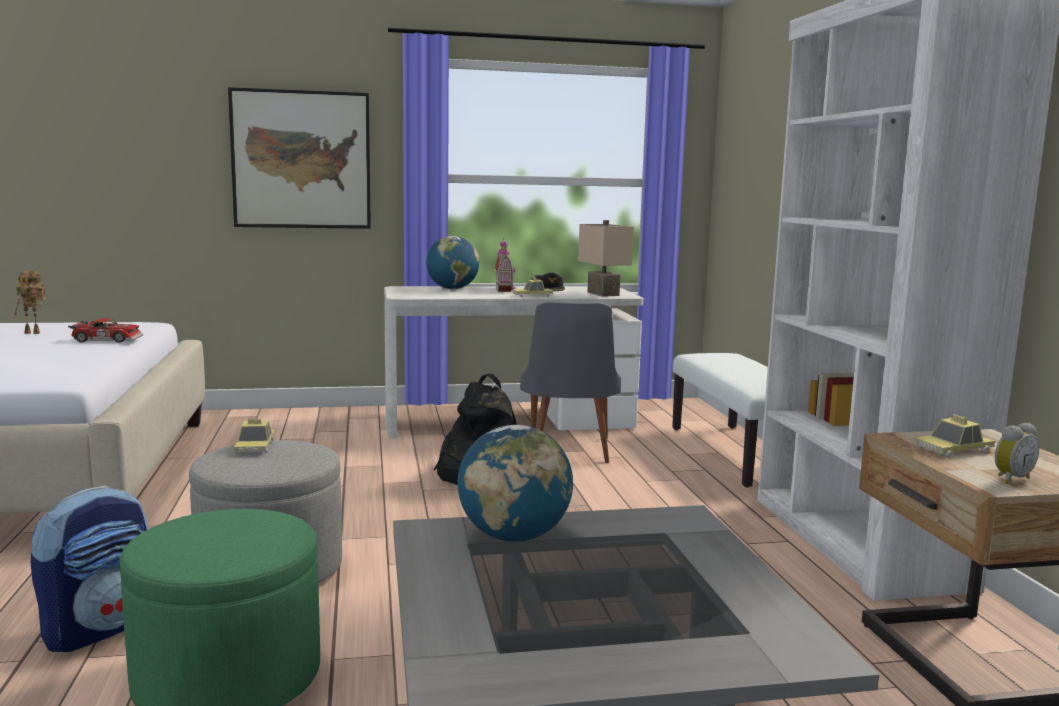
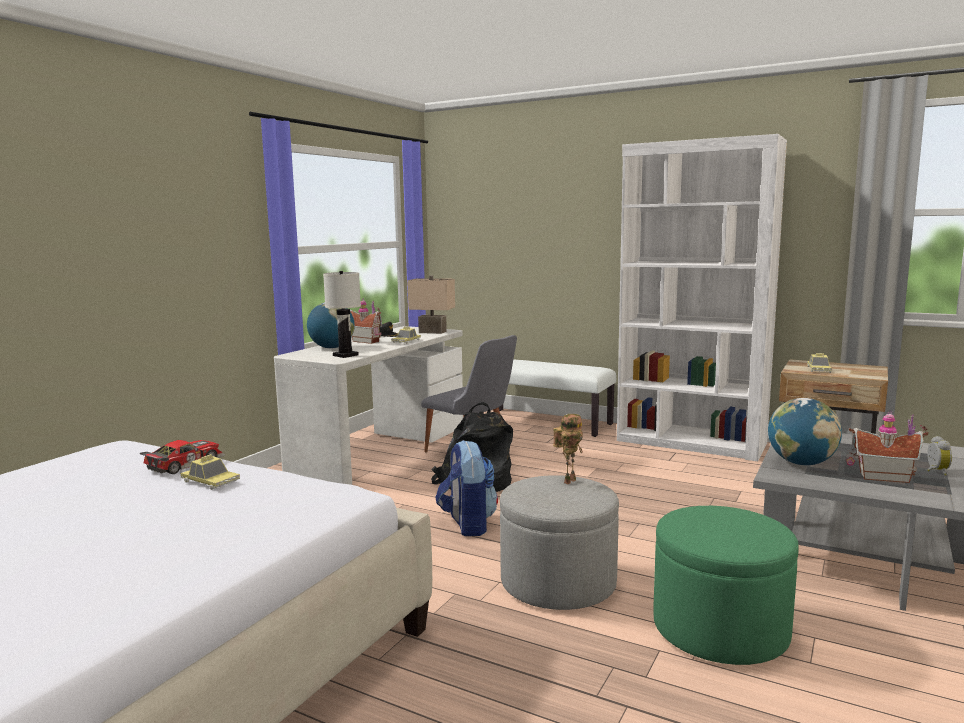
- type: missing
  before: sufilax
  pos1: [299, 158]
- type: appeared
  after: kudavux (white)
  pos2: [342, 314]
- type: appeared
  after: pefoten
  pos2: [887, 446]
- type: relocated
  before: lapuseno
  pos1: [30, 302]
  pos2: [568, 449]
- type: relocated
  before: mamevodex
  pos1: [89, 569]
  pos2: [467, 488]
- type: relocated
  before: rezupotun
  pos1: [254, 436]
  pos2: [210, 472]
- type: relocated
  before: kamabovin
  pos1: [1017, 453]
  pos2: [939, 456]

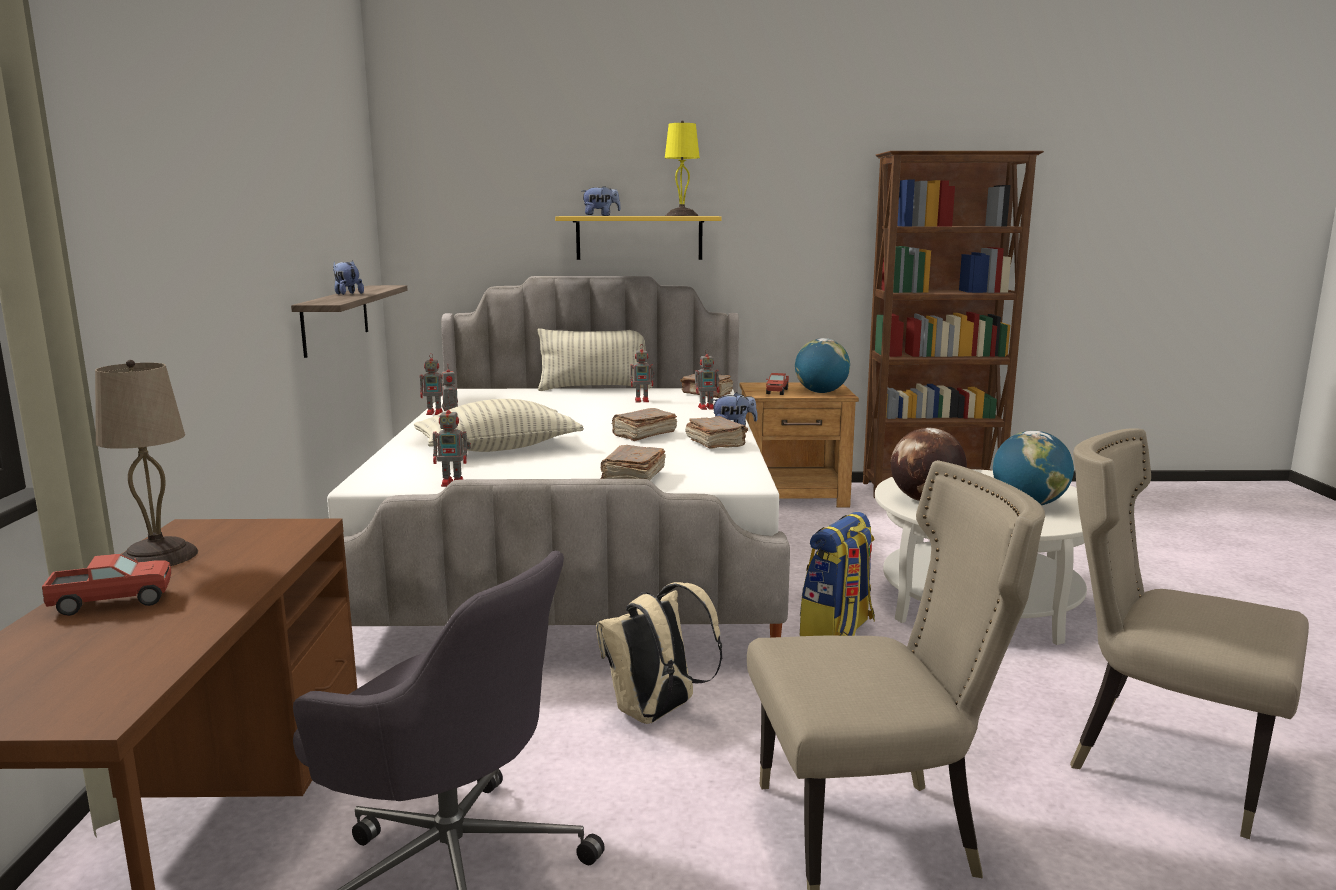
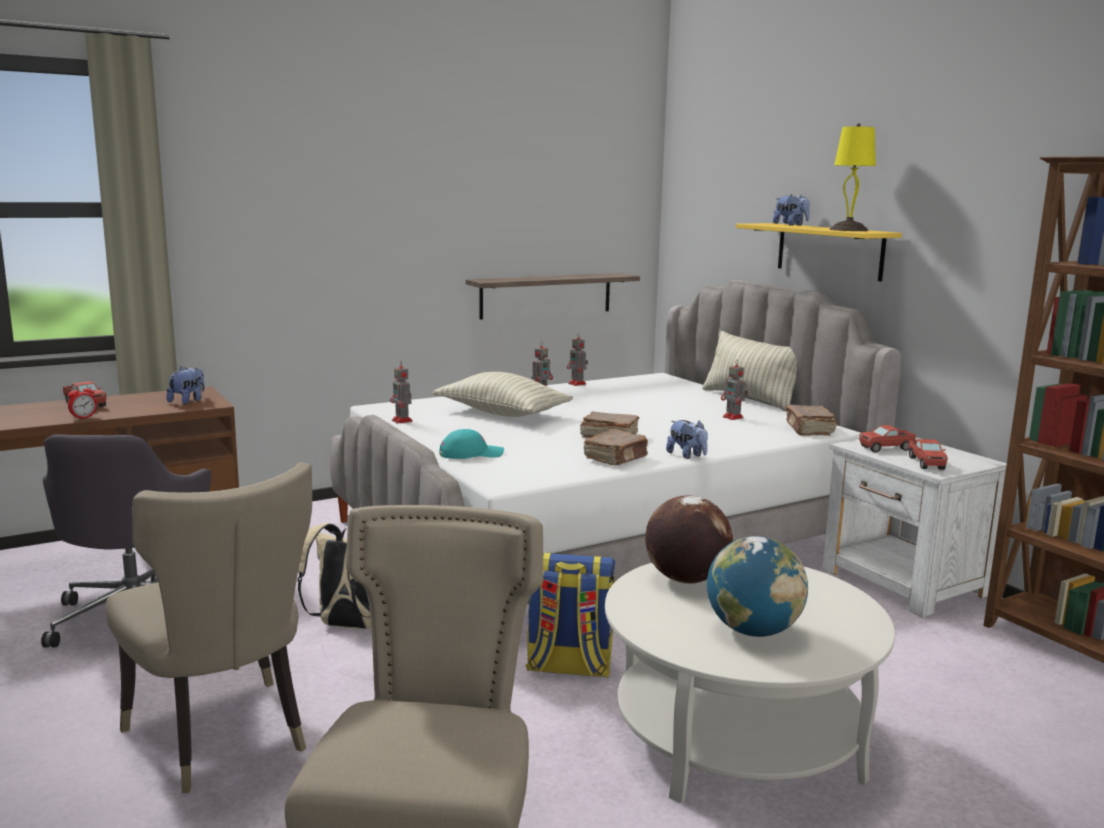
- type: missing
  before: kudavux (beige)
  pos1: [146, 463]
- type: missing
  before: lapuseno
  pos1: [707, 379]
- type: appeared
  after: kamabovin
  pos2: [82, 402]
- type: relocated
  before: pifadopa
  pos1: [348, 277]
  pos2: [185, 385]
- type: exchanged
  before: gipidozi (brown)
  after: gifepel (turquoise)
  pos1: [633, 462]
  pos2: [471, 444]
- type: exchanged
  before: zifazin
  after: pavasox
  pos1: [822, 365]
  pos2: [928, 454]
- type: colour
  before: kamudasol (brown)
  after: kamudasol (white)
  pos1: [799, 445]
  pos2: [914, 527]

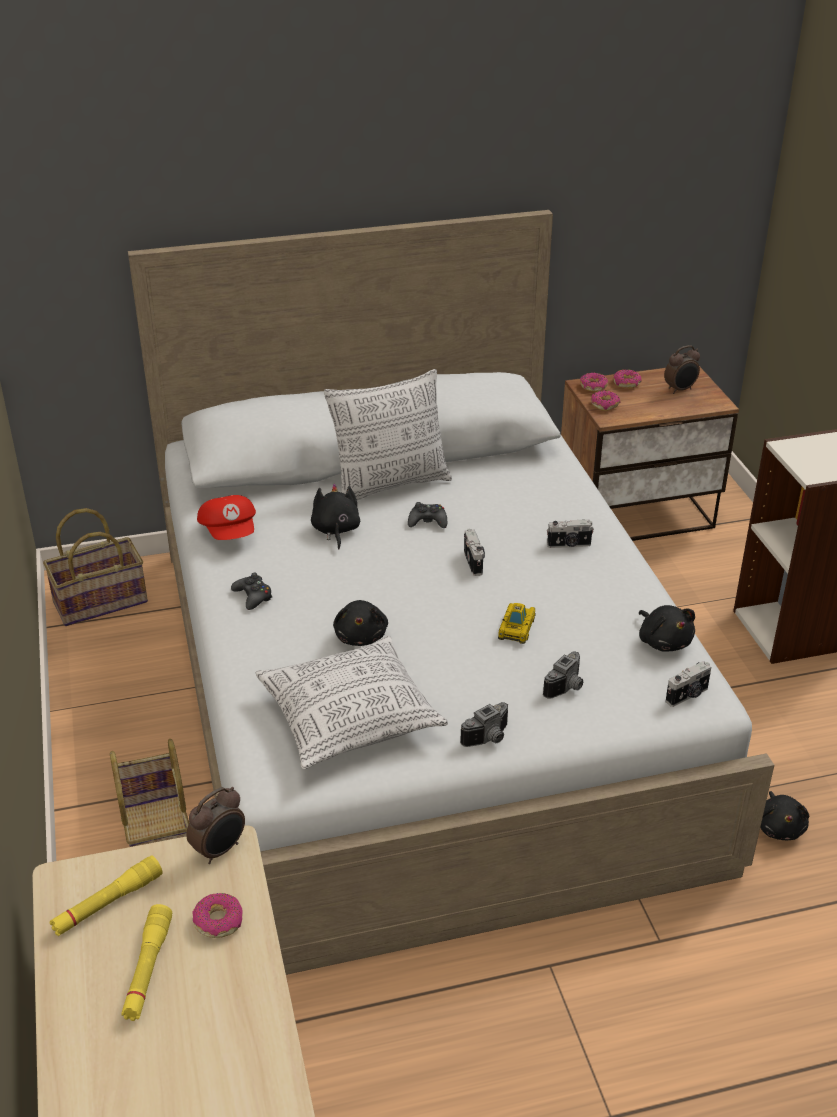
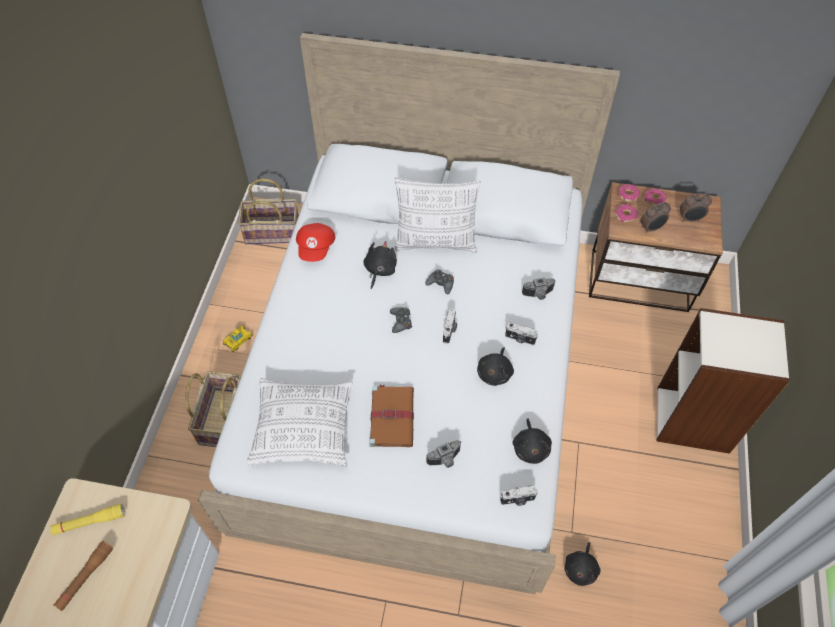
- type: missing
  before: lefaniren
  pos1: [218, 915]
- type: appeared
  after: gipidozi (brown)
  pos2: [391, 416]
- type: relocated
  before: kamabovin
  pos1: [215, 825]
  pos2: [655, 217]
- type: relocated
  before: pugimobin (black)
  pos1: [251, 591]
  pos2: [401, 320]
- type: relocated
  before: pifadopa (black)
  pos1: [360, 623]
  pos2: [495, 366]
- type: relocated
  before: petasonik
  pos1: [484, 724]
  pos2: [539, 288]
- type: relocated
  before: rezupotun
  pos1: [517, 623]
  pos2: [238, 338]
- type: colour
  before: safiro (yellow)
  after: safiro (brown)
  pos1: [146, 962]
  pos2: [83, 576]

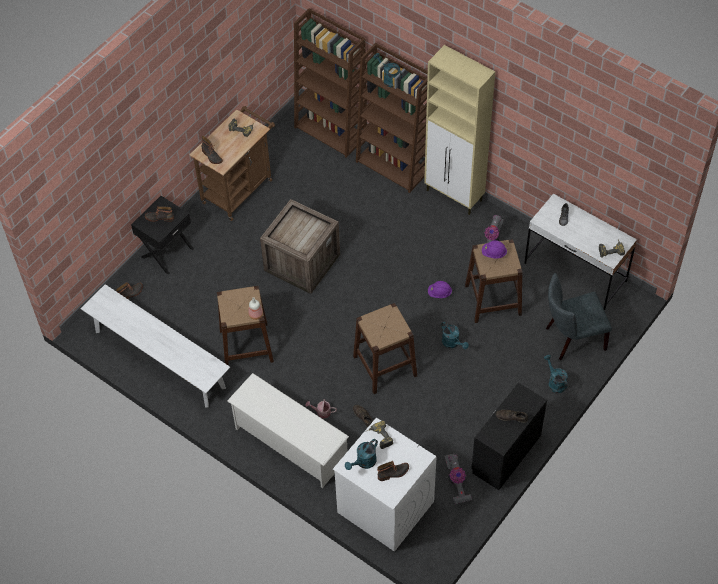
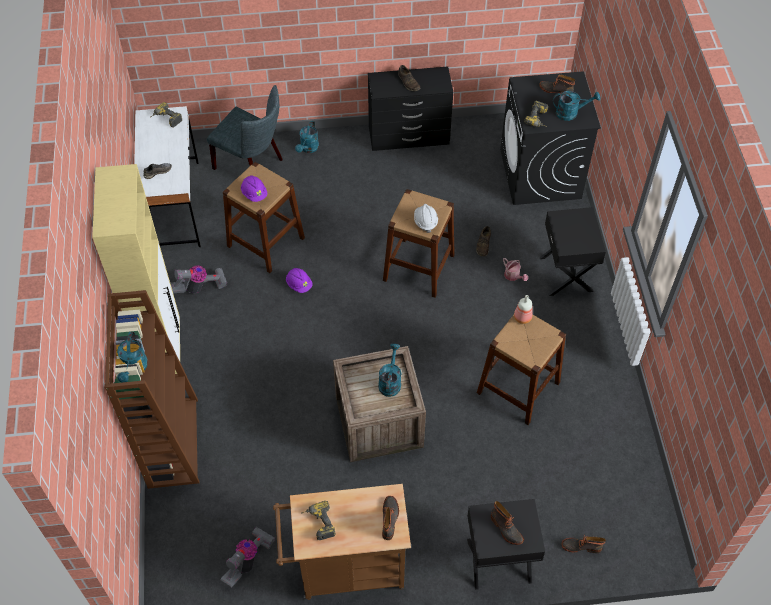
- type: missing
  before: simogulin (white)
  pos1: [155, 345]
- type: missing
  before: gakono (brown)
  pos1: [330, 83]
- type: appeared
  after: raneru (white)
  pos2: [426, 218]
- type: relocated
  before: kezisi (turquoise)
  pos1: [455, 335]
  pos2: [390, 370]
- type: relocated
  before: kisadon
  pos1: [458, 479]
  pos2: [247, 557]
- type: exchanged
  before: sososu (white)
  after: kamudasol (black)
  pos1: [288, 430]
  pos2: [573, 251]
- type: colour
  before: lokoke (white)
  after: lokoke (black)
  pos1: [385, 484]
  pos2: [550, 138]

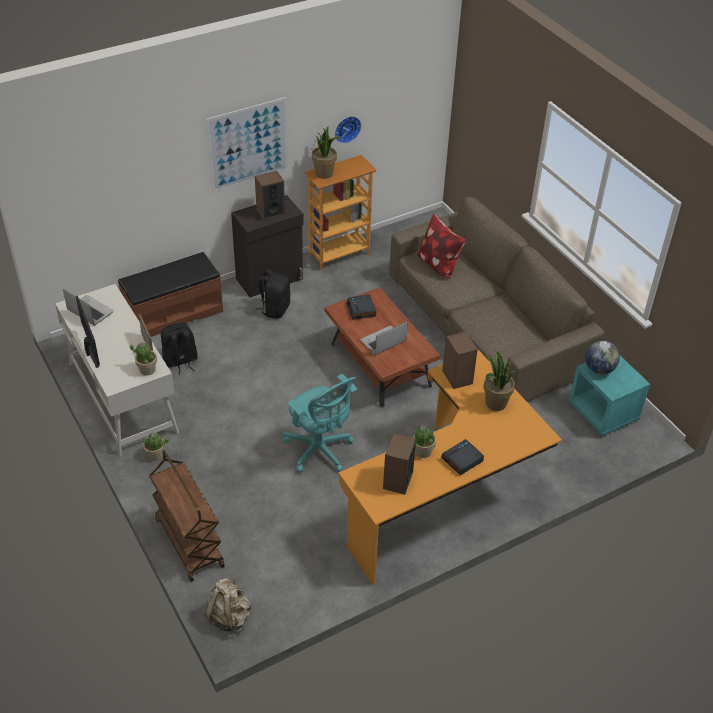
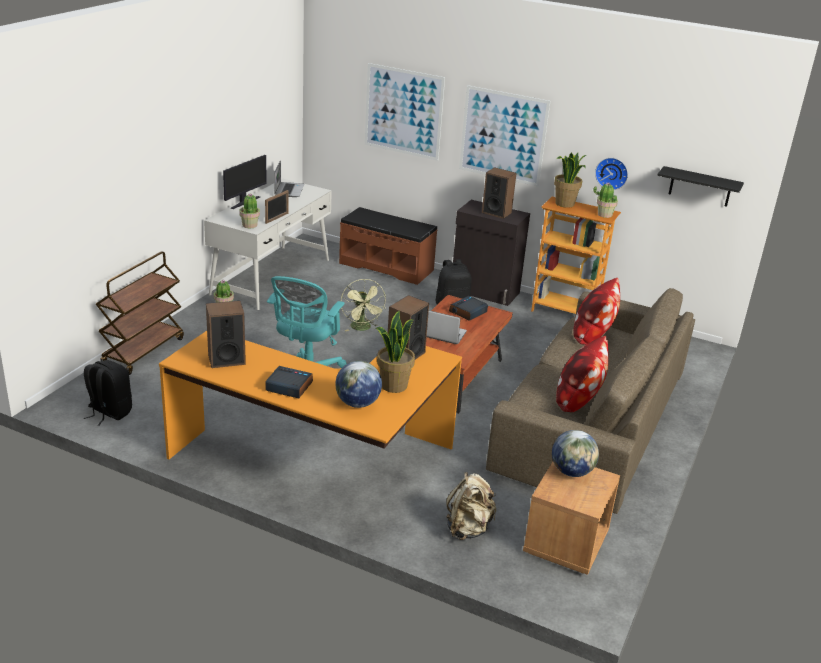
- type: appeared
  after: zifazin
  pos2: [358, 384]
- type: appeared
  after: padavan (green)
  pos2: [363, 305]
- type: appeared
  after: sufilax
  pos2: [405, 112]
- type: appeared
  after: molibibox
  pos2: [582, 374]
- type: appeared
  after: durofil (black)
  pos2: [700, 186]
- type: relocated
  before: mamevodex (black)
  pos1: [179, 348]
  pos2: [108, 393]
- type: relocated
  before: mamevodex (beige)
  pos1: [228, 606]
  pos2: [471, 506]
- type: relocated
  before: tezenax
  pos1: [424, 441]
  pos2: [605, 200]
- type: colour
  before: kamudasol (turquoise)
  after: kamudasol (brown)
  pos1: [609, 396]
  pos2: [571, 518]

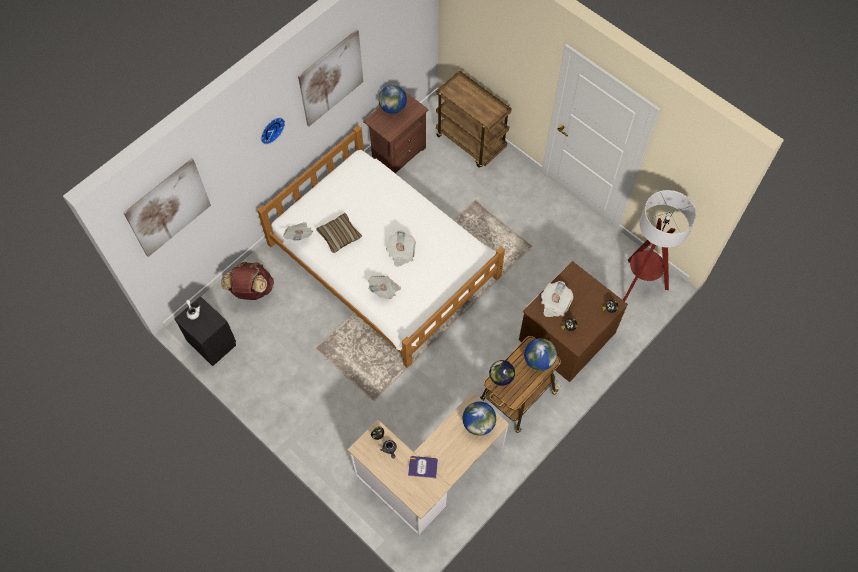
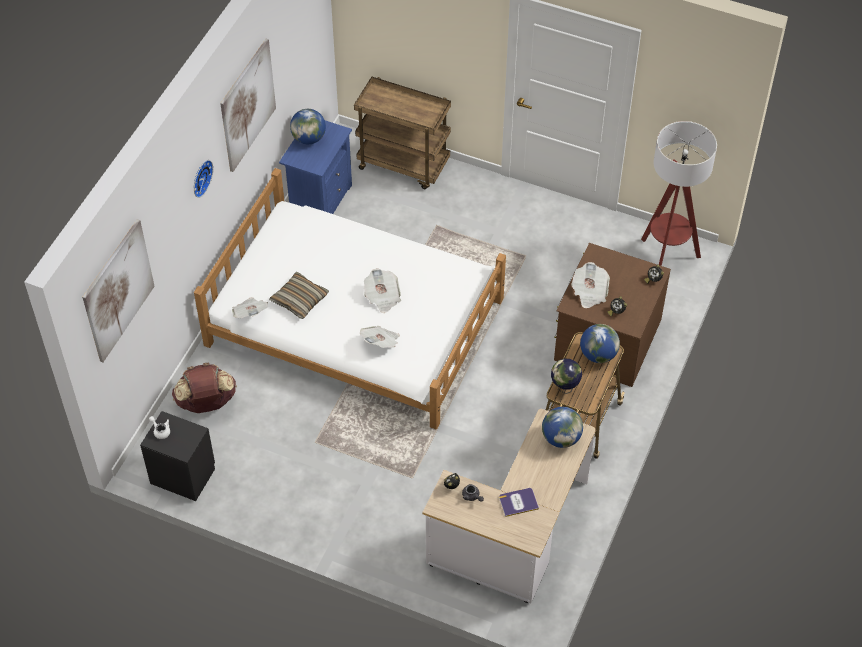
- type: colour
  before: kamudasol (brown)
  after: kamudasol (blue)
  pos1: [396, 133]
  pos2: [315, 167]

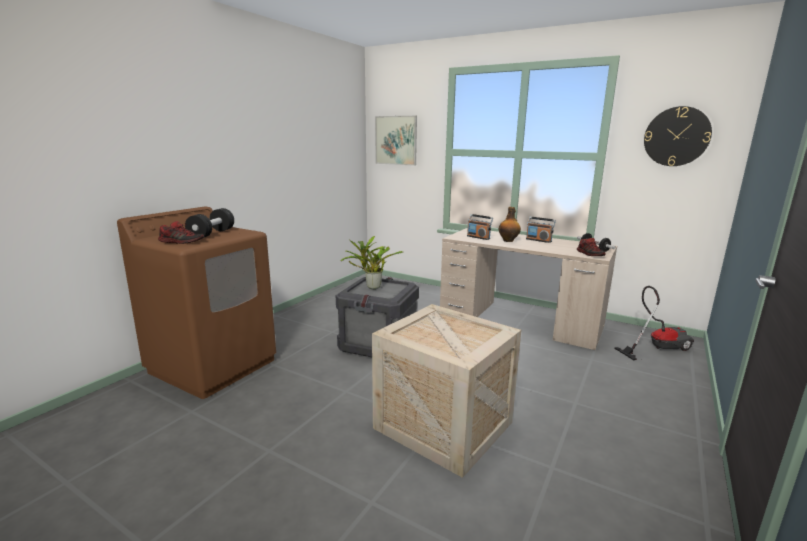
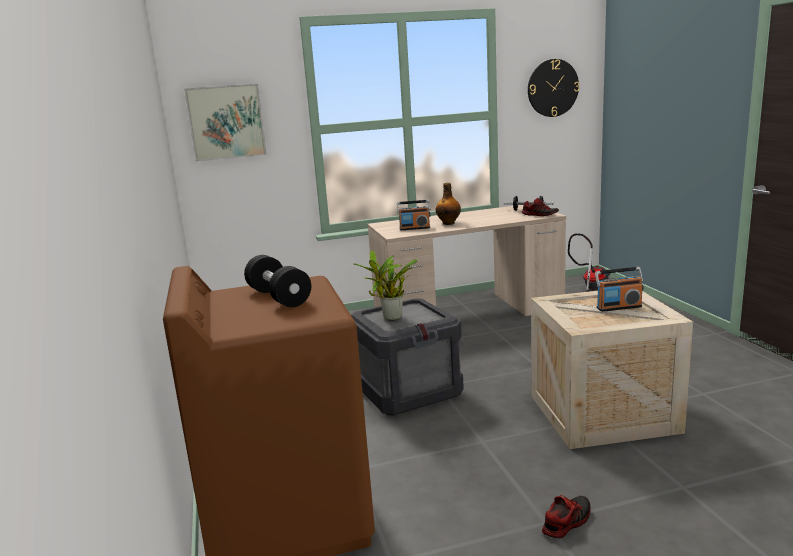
- type: relocated
  before: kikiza
  pos1: [181, 232]
  pos2: [566, 516]
- type: relocated
  before: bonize
  pos1: [541, 230]
  pos2: [619, 289]

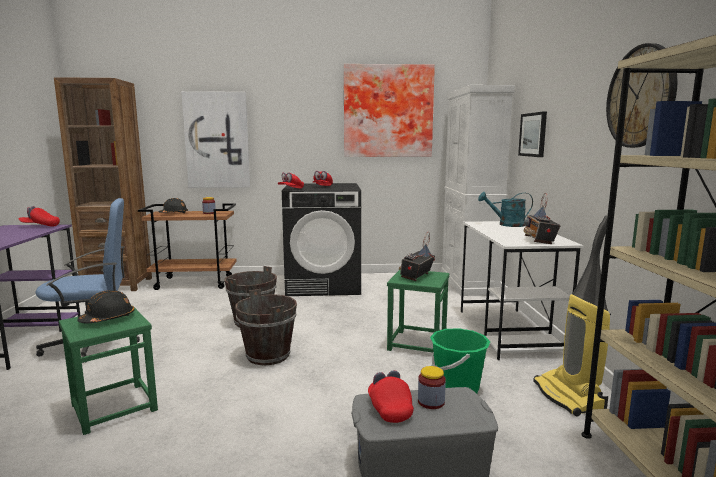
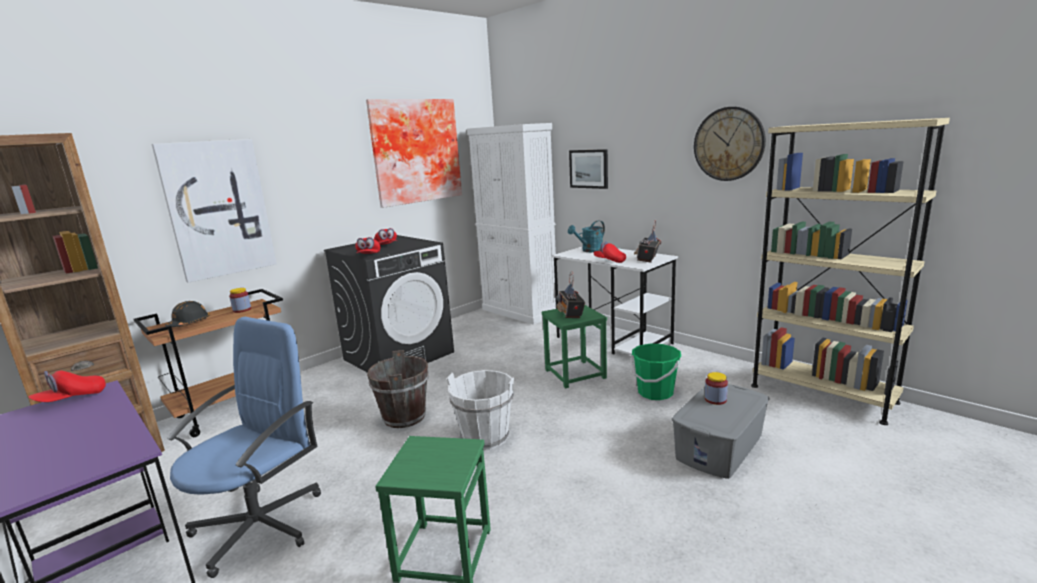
- type: missing
  before: raneru (black)
  pos1: [106, 306]
- type: missing
  before: kisadon
  pos1: [572, 316]
- type: relocated
  before: gifepel (red)
  pos1: [391, 396]
  pos2: [610, 252]
- type: colour
  before: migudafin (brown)
  after: migudafin (white)
  pos1: [266, 327]
  pos2: [480, 410]
- type: spun
  before: bonize
  pos1: [542, 218]
  pos2: [647, 241]
  turn: 60

